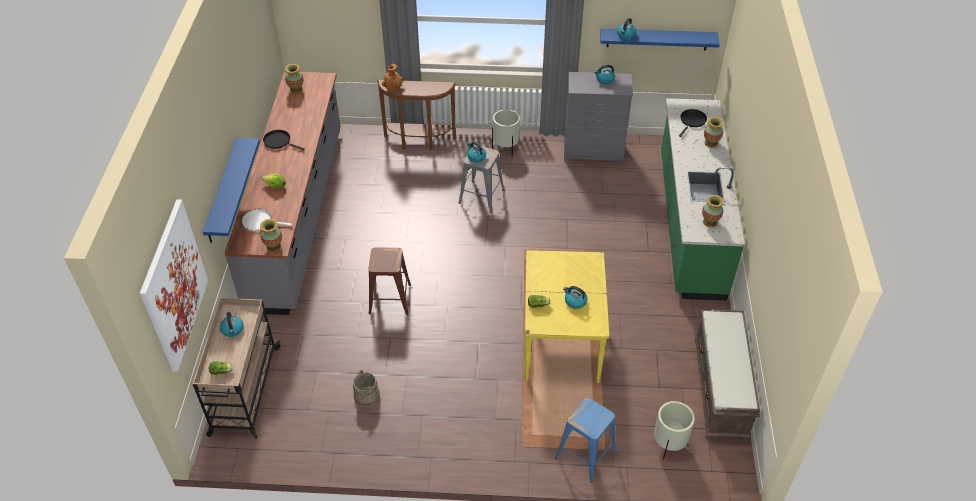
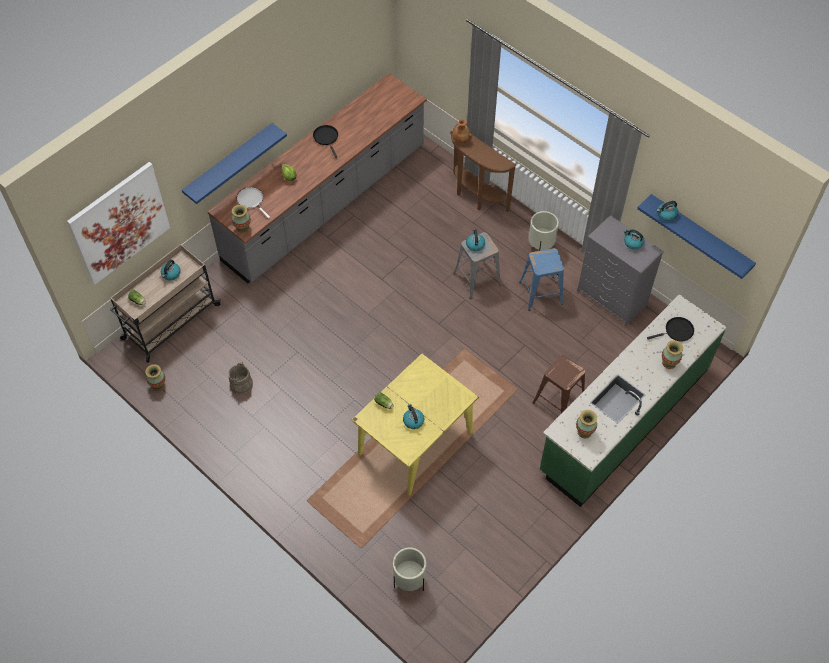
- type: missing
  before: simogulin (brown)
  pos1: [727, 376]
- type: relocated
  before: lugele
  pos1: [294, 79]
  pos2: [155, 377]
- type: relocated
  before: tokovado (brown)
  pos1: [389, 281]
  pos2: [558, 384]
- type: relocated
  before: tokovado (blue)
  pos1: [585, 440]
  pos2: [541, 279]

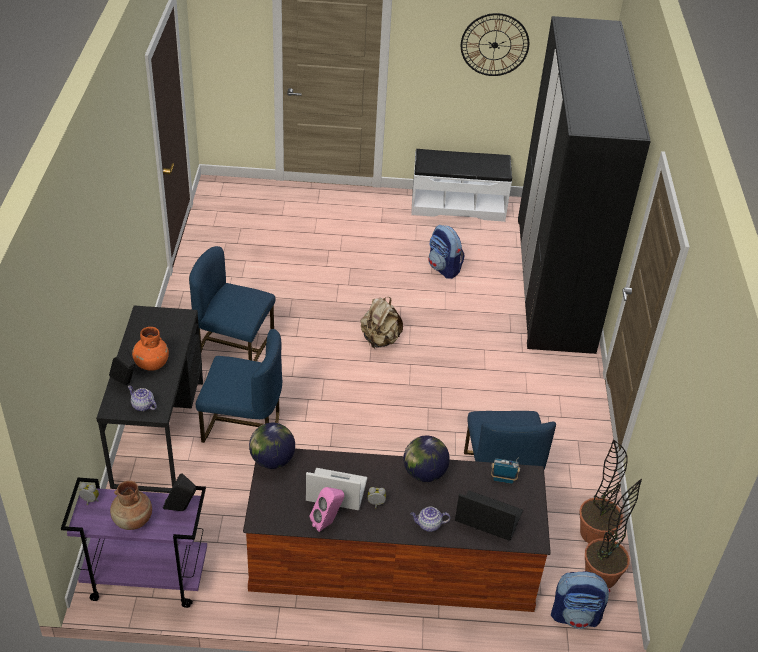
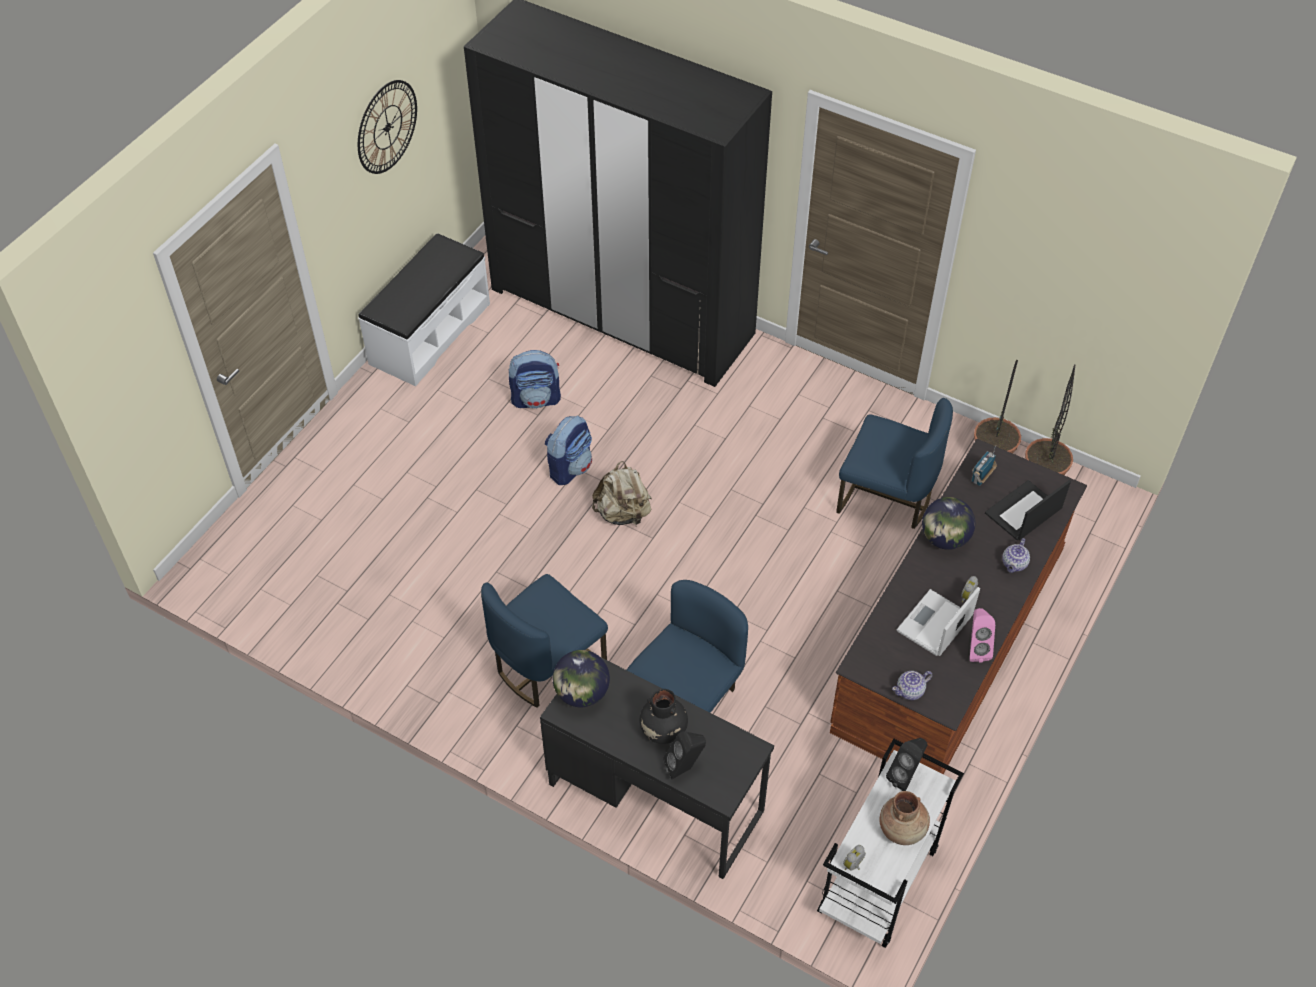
- type: relocated
  before: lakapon
  pos1: [142, 398]
  pos2: [912, 685]
- type: relocated
  before: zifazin
  pos1: [272, 446]
  pos2: [581, 678]
- type: relocated
  before: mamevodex
  pos1: [580, 600]
  pos2: [568, 450]
- type: colour
  before: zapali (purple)
  after: zapali (white)
  pos1: [134, 543]
  pos2: [890, 843]
- type: colour
  before: lugele (orange)
  after: lugele (black)
  pos1: [150, 349]
  pos2: [664, 716]

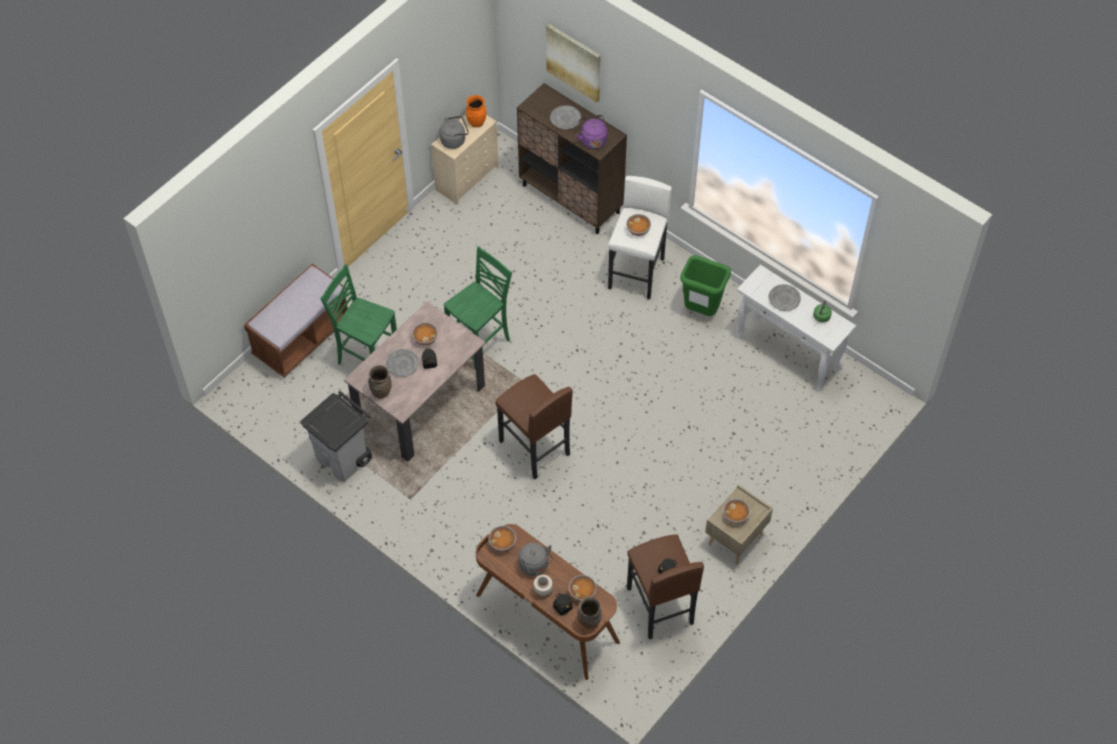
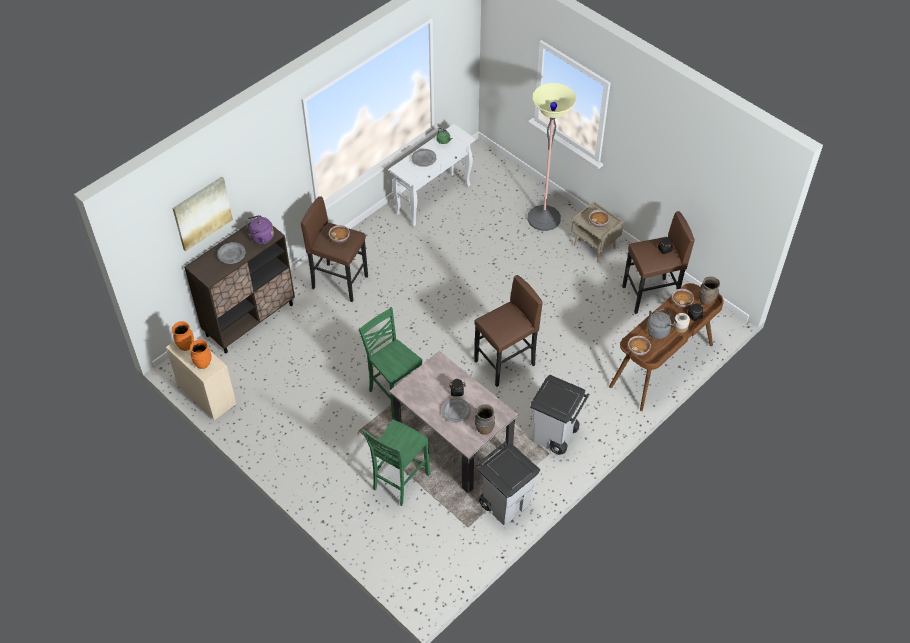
- type: missing
  before: simogulin (brown)
  pos1: [296, 320]
- type: missing
  before: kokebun
  pos1: [425, 334]
- type: missing
  before: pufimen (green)
  pos1: [705, 285]
- type: appeared
  after: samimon
  pos2: [551, 157]
- type: appeared
  after: pufimen (grey)
  pos2: [559, 415]
- type: exchanged
  before: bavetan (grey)
  after: lugele (orange)
  pos1: [454, 132]
  pos2: [201, 354]
- type: colour
  before: tokovado (white)
  after: tokovado (brown)
  pos1: [640, 237]
  pos2: [334, 249]

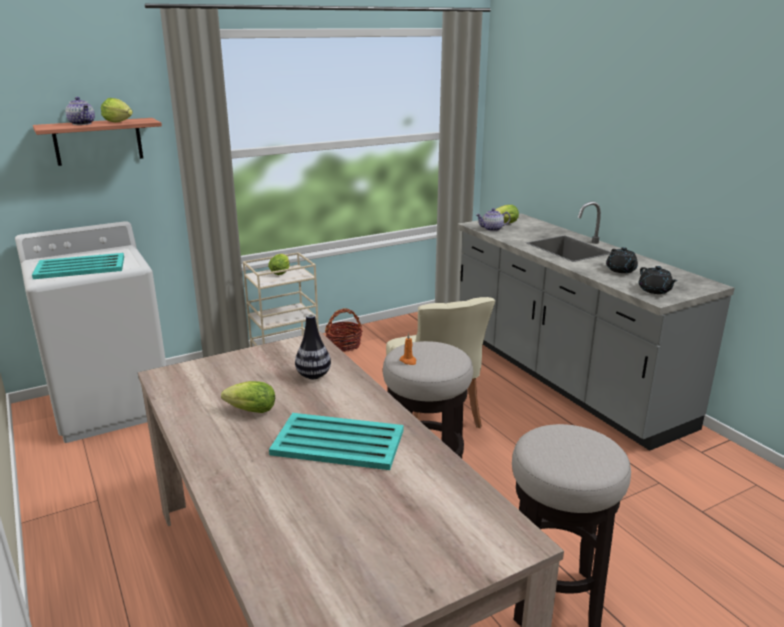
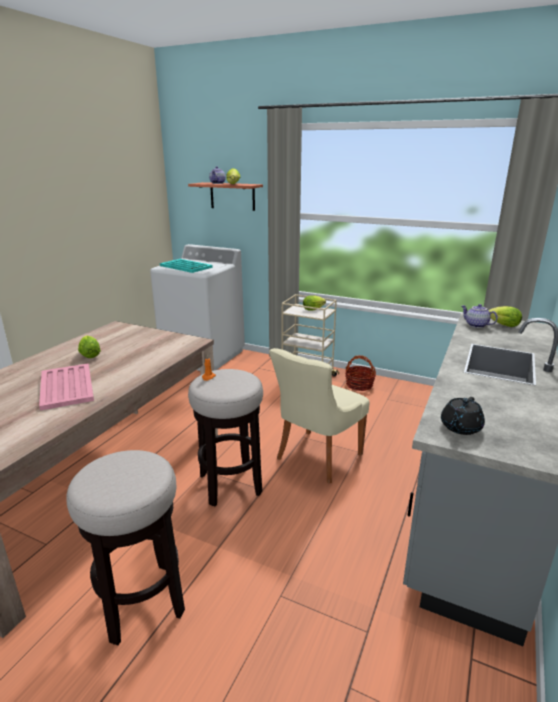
- type: missing
  before: lugele
  pos1: [313, 346]
- type: missing
  before: lakapon (black)
  pos1: [622, 260]
- type: colour
  before: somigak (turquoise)
  after: somigak (pink)
  pos1: [336, 441]
  pos2: [66, 387]

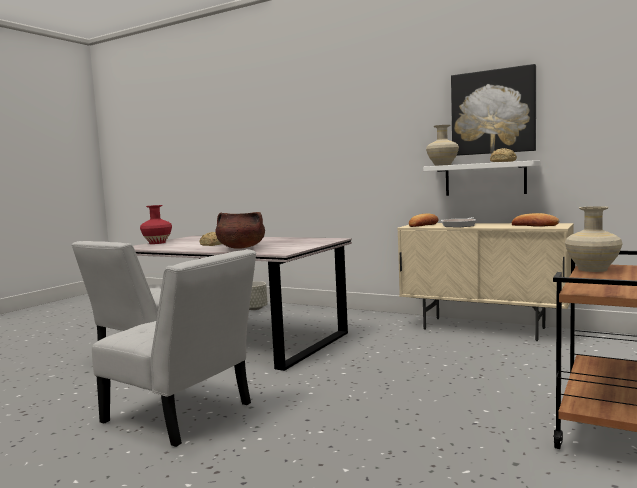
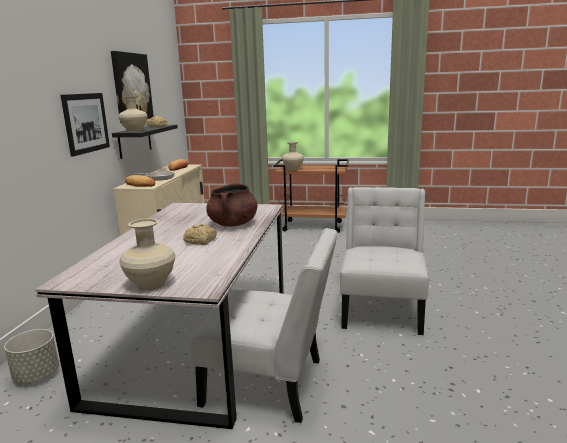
- type: appeared
  after: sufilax
  pos2: [85, 125]
- type: colour
  before: lugele (red)
  after: lugele (beige)
  pos1: [156, 224]
  pos2: [147, 254]
- type: colour
  before: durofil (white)
  after: durofil (black)
  pos1: [481, 178]
  pos2: [145, 142]

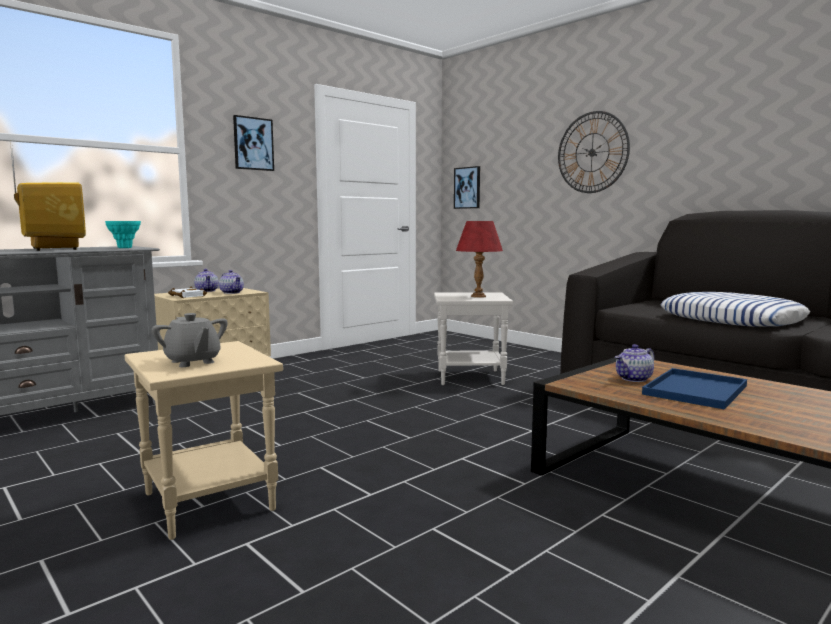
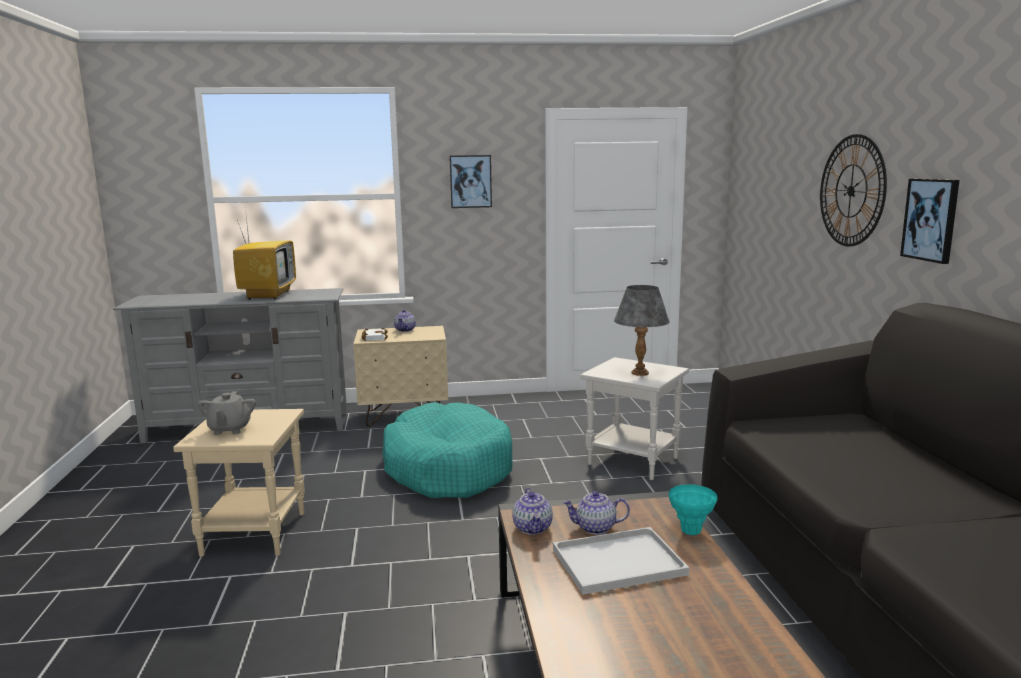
- type: missing
  before: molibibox
  pos1: [735, 309]
- type: appeared
  after: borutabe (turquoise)
  pos2: [448, 450]
- type: relocated
  before: lugele (turquoise)
  pos1: [123, 234]
  pos2: [693, 509]
- type: relocated
  before: lakapon
  pos1: [231, 282]
  pos2: [532, 511]
- type: relocated
  before: sufilax
  pos1: [467, 187]
  pos2: [930, 221]
- type: colour
  before: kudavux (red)
  after: kudavux (grey)
  pos1: [479, 259]
  pos2: [641, 330]
- type: colour
  before: somigak (blue)
  after: somigak (white)
  pos1: [694, 389]
  pos2: [621, 561]

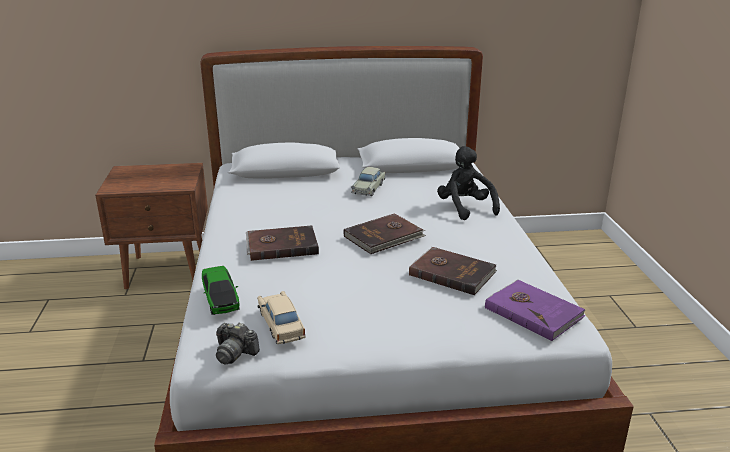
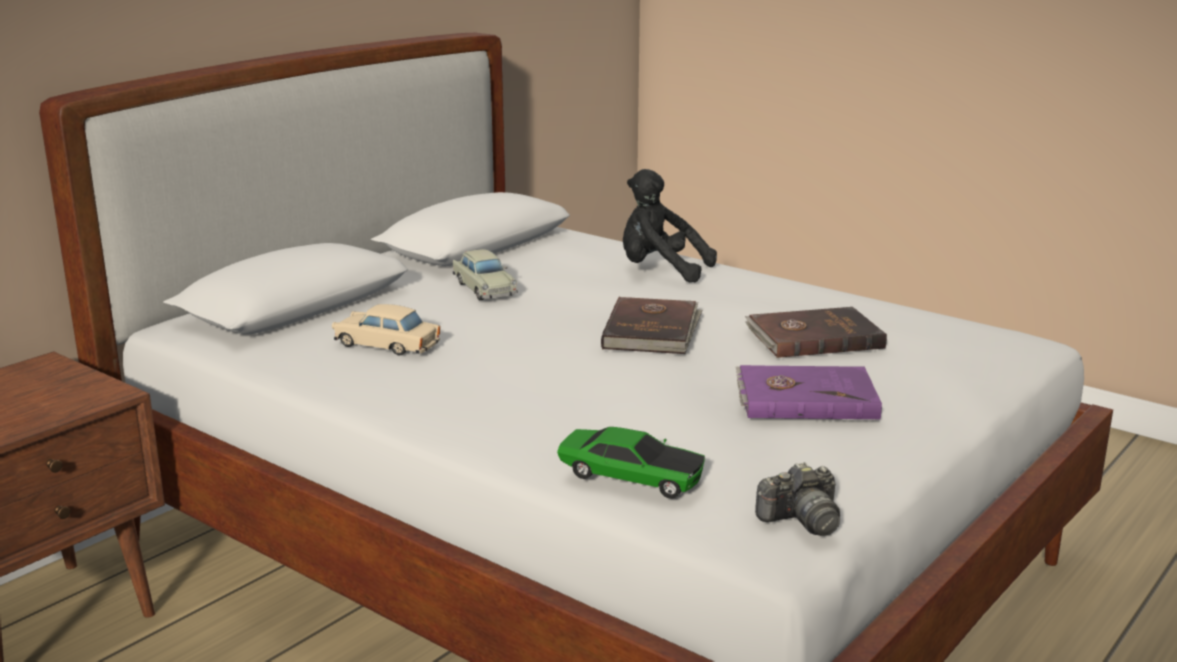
- type: missing
  before: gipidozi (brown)
  pos1: [282, 243]
- type: relocated
  before: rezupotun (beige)
  pos1: [281, 317]
  pos2: [386, 329]
- type: relocated
  before: gipidozi (purple)
  pos1: [535, 310]
  pos2: [809, 392]

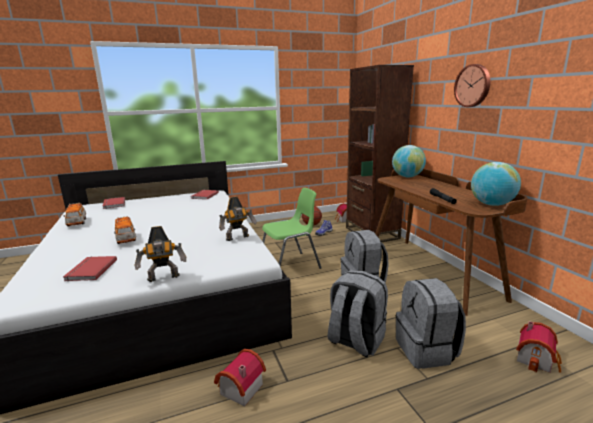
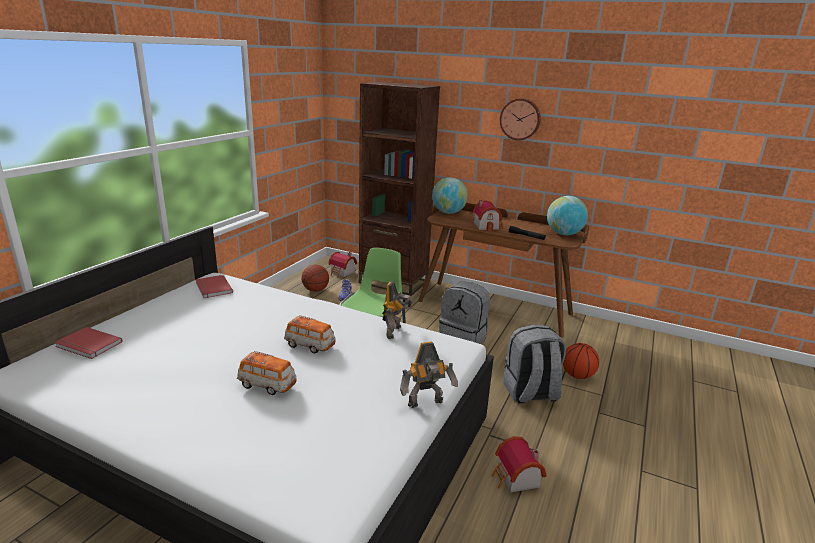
- type: missing
  before: gipidozi (red)
  pos1: [90, 268]
- type: relocated
  before: rezupotun
  pos1: [75, 214]
  pos2: [310, 334]
- type: relocated
  before: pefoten
  pos1: [539, 347]
  pos2: [488, 215]
- type: exchanged
  before: mamevodex (grey)
  after: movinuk
  pos1: [431, 323]
  pos2: [581, 361]
- type: spun
  before: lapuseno
  pos1: [160, 254]
  pos2: [429, 374]
  turn: 45

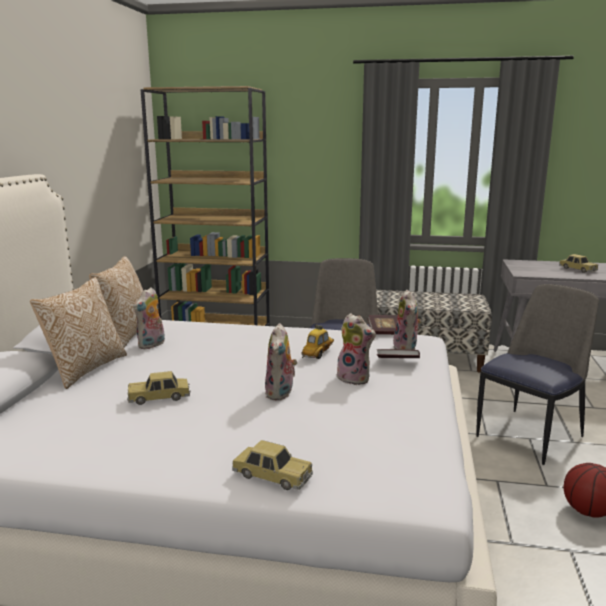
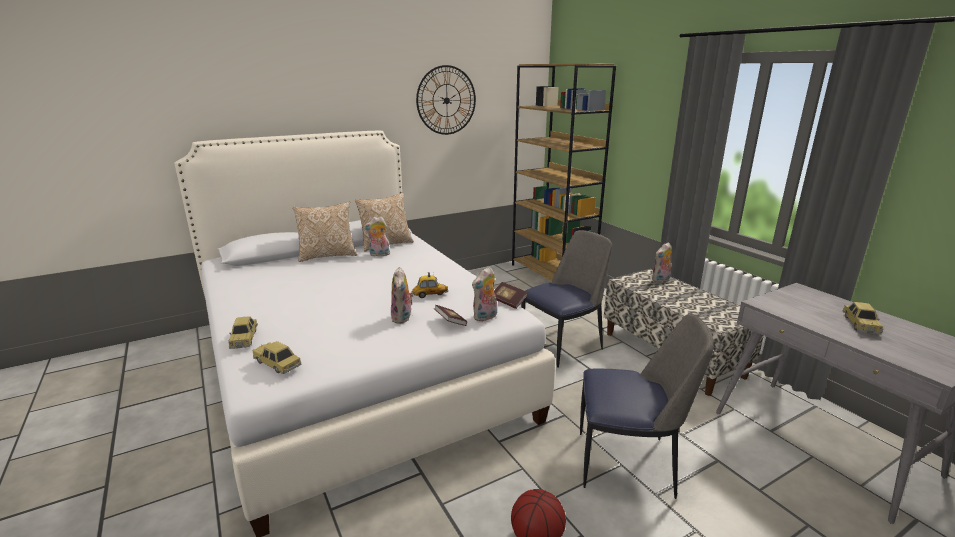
- type: appeared
  after: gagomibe
  pos2: [446, 100]
- type: relocated
  before: rezupotun
  pos1: [159, 388]
  pos2: [277, 357]
- type: relocated
  before: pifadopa
  pos1: [281, 362]
  pos2: [662, 262]

